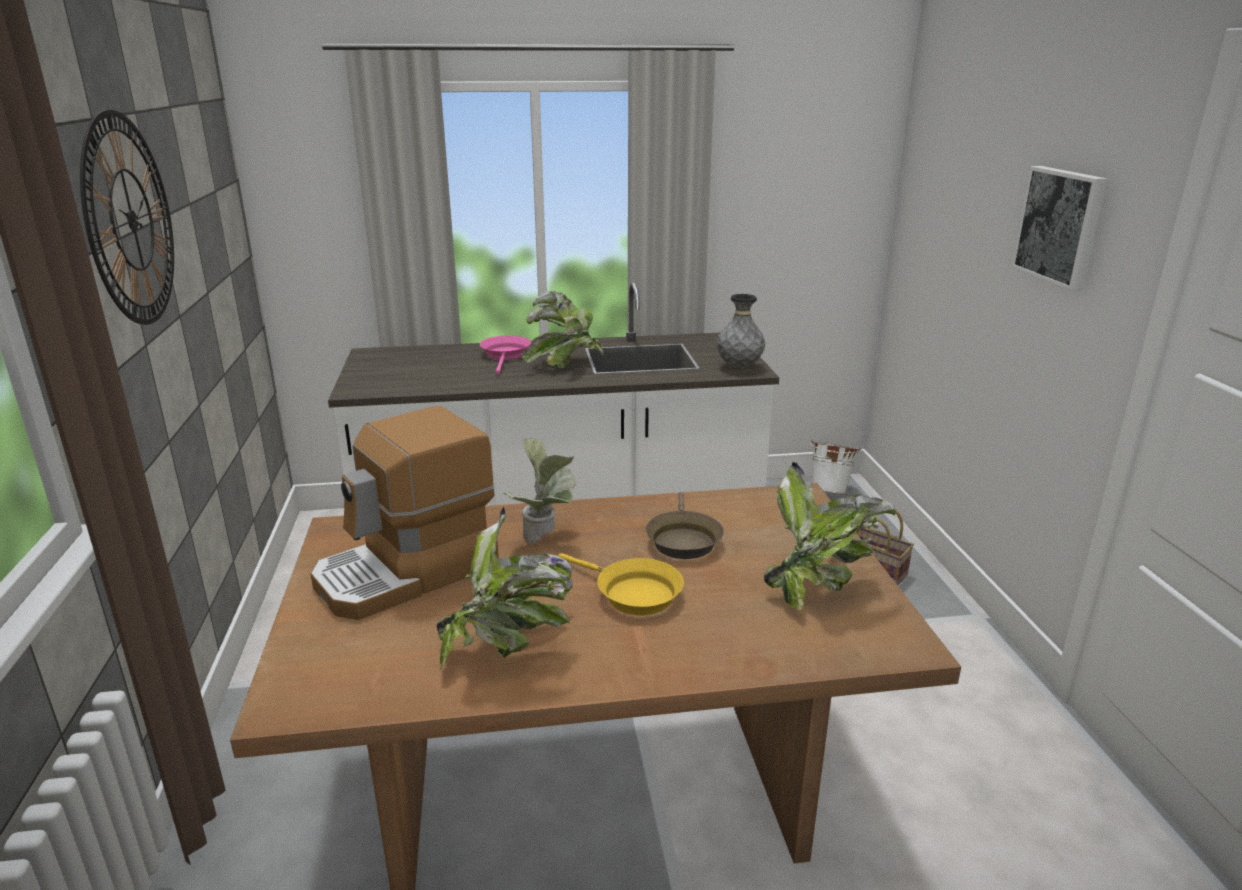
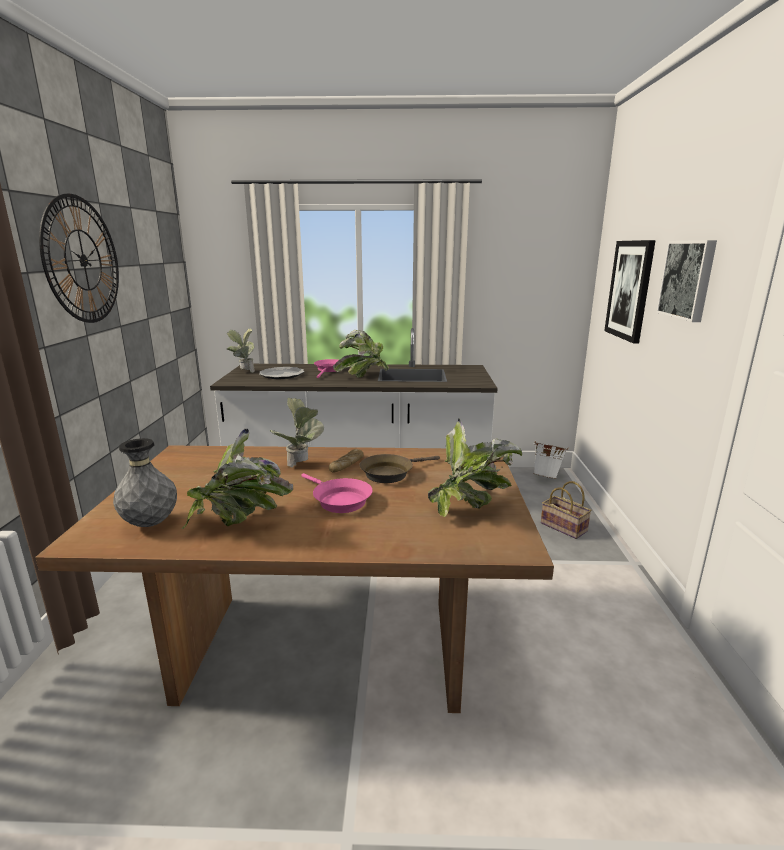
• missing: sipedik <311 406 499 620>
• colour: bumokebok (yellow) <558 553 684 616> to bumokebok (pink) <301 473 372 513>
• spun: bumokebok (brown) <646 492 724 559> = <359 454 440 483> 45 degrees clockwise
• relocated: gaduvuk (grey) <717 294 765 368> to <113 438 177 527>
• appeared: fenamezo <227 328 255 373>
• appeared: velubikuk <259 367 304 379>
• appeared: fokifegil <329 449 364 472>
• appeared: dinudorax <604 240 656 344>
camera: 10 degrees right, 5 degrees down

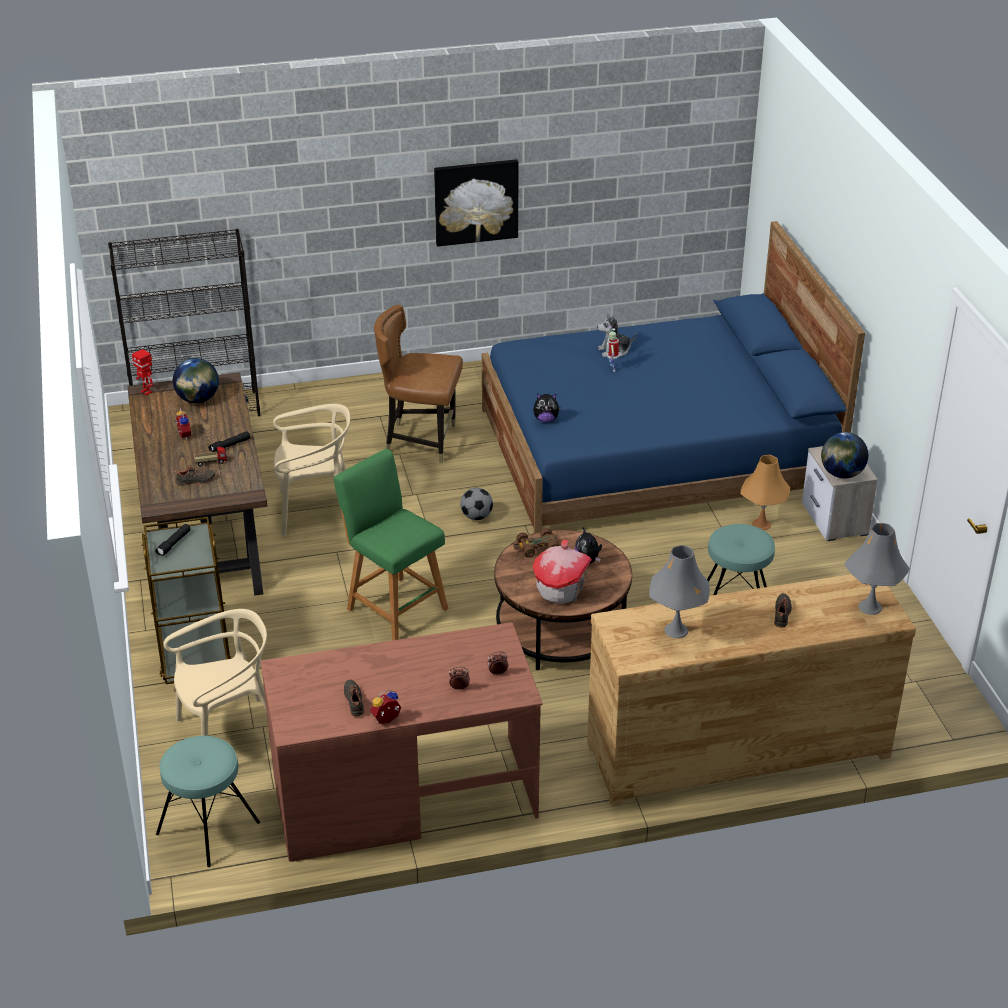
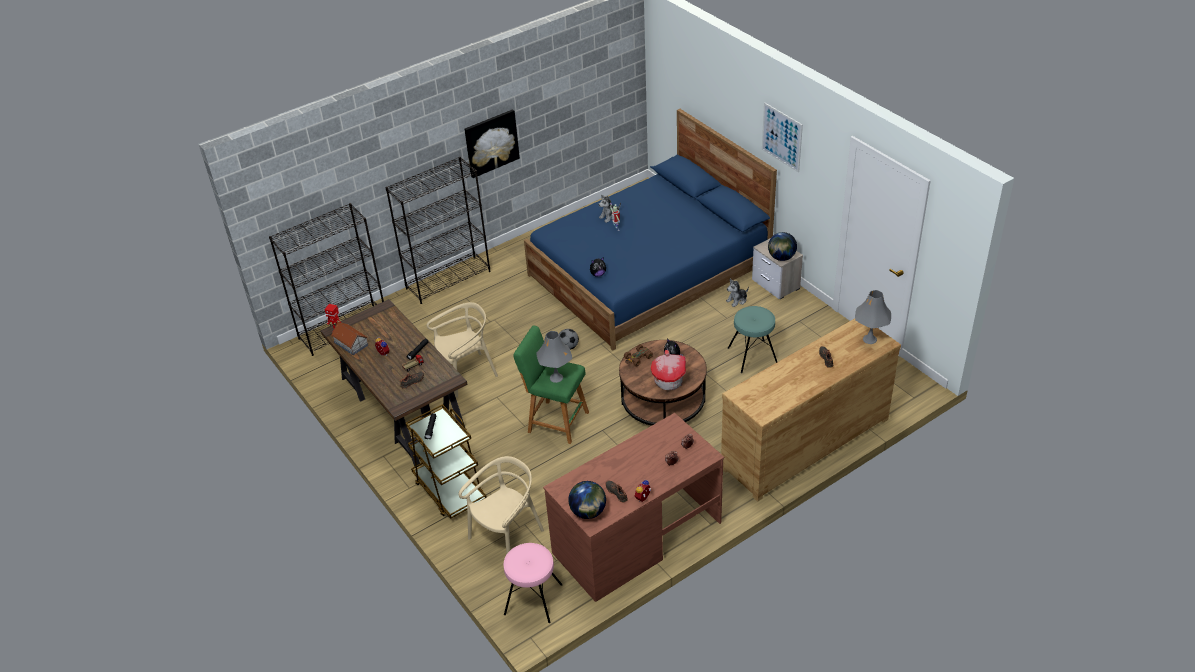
• colour: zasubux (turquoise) <156 736 260 867> to zasubux (pink) <504 543 563 623>
• relocated: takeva <173 358 219 403> to <568 481 606 519>
• missing: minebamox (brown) <374 305 463 463>
• relocated: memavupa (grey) <649 545 710 638> to <536 331 572 383>
• exchanged: memavupa (orange) <740 455 790 530> to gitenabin <726 279 749 307>
• appeared: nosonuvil <331 322 368 355>
• appeared: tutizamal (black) <385 157 490 304>
• appeared: dinudorax <762 103 803 172>
camera: 20 degrees left, 5 degrees up

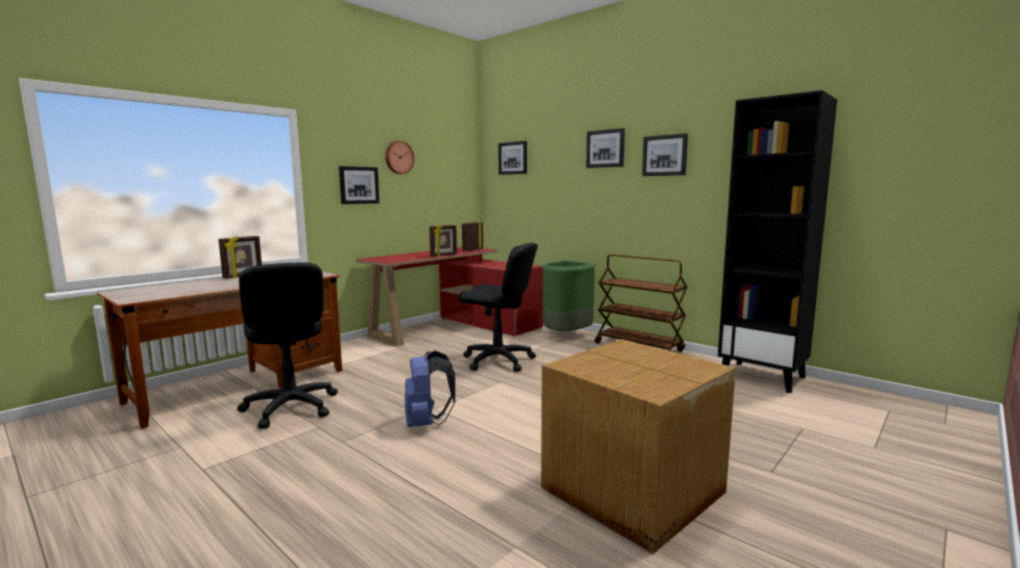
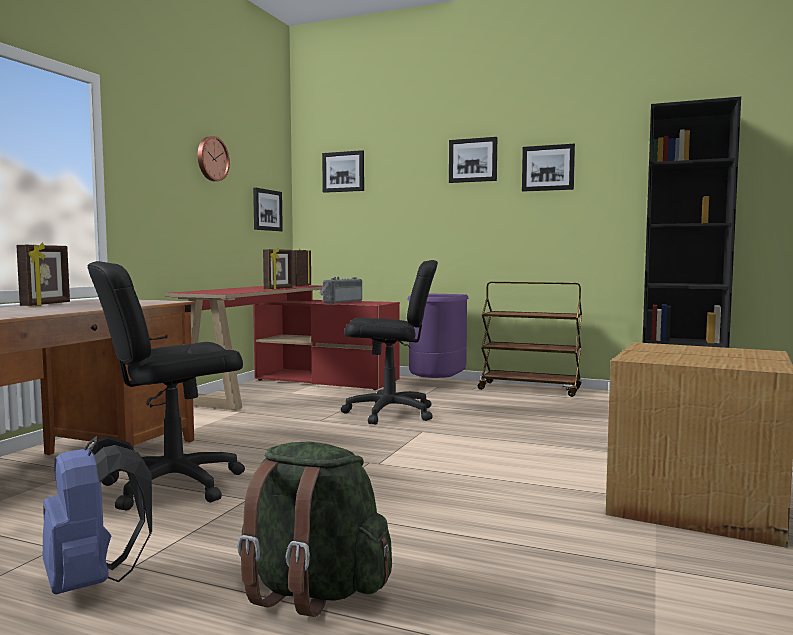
• spun: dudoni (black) <237 262 338 429> = <87 261 245 510> 105 degrees clockwise
• relocated: dinudorax <339 166 379 204> to <253 188 283 231>
• relocated: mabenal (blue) <405 351 455 427> to <42 436 152 594>
• colour: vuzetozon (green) <542 260 596 331> to vuzetozon (purple) <407 293 469 378>
• appeared: mabenal (green) <237 442 392 617>
• appeared: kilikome <319 277 362 304>
camera: 20 degrees left, 5 degrees down

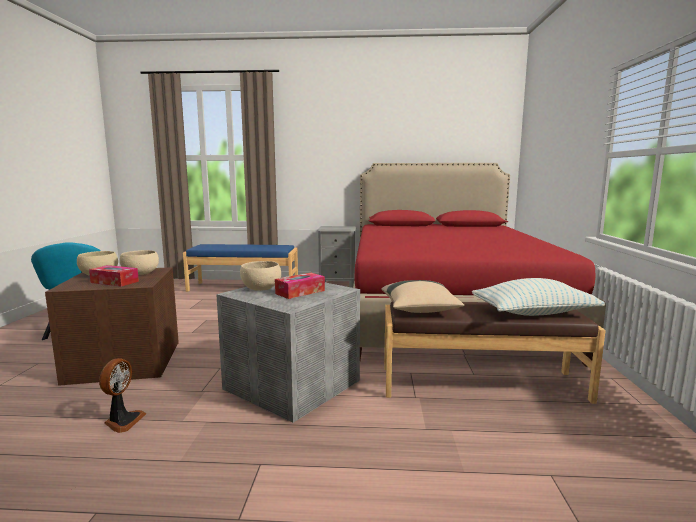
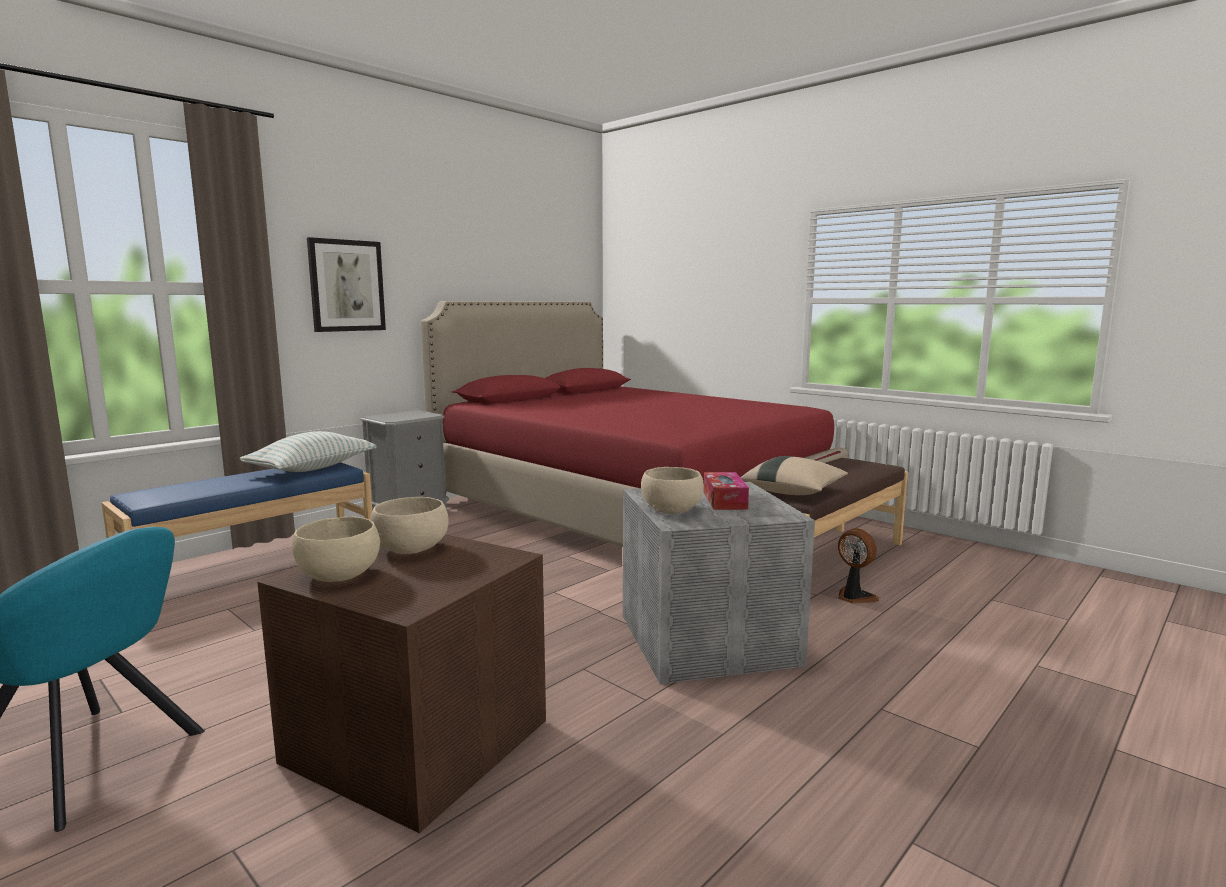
• missing: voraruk <89 265 139 287>
• relocated: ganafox <99 358 146 433> to <838 528 879 603>
• relocated: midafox <472 278 605 316> to <240 431 377 472>
• appeared: dinudorax <307 237 386 332>
camera: 50 degrees left, 0 degrees up

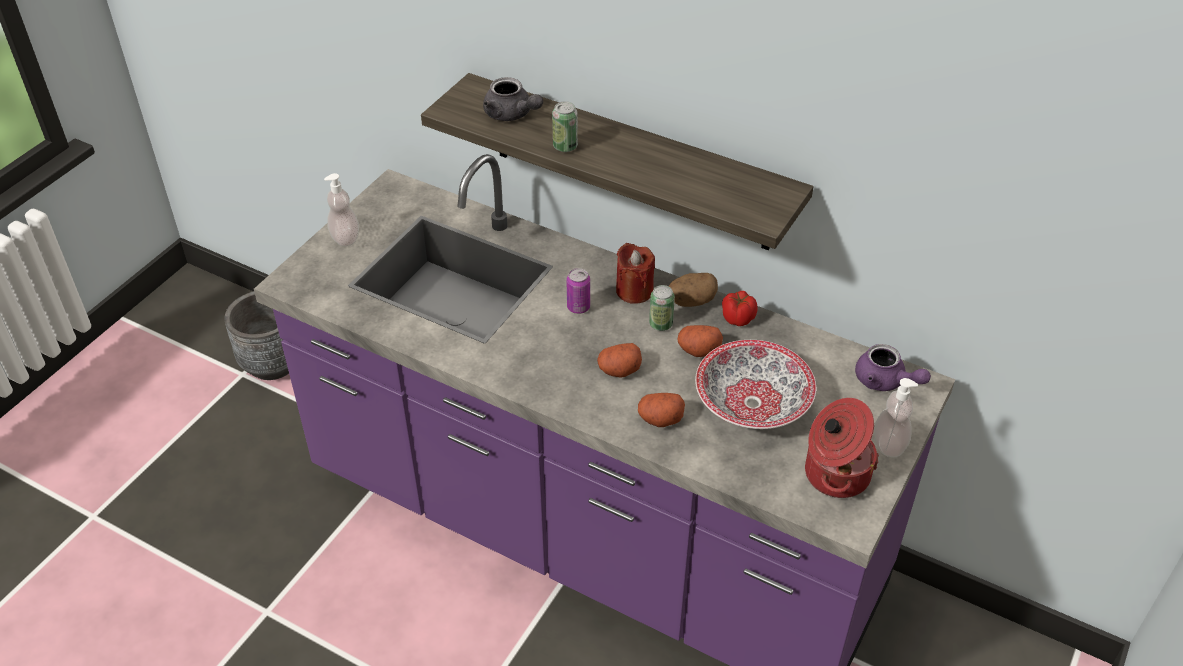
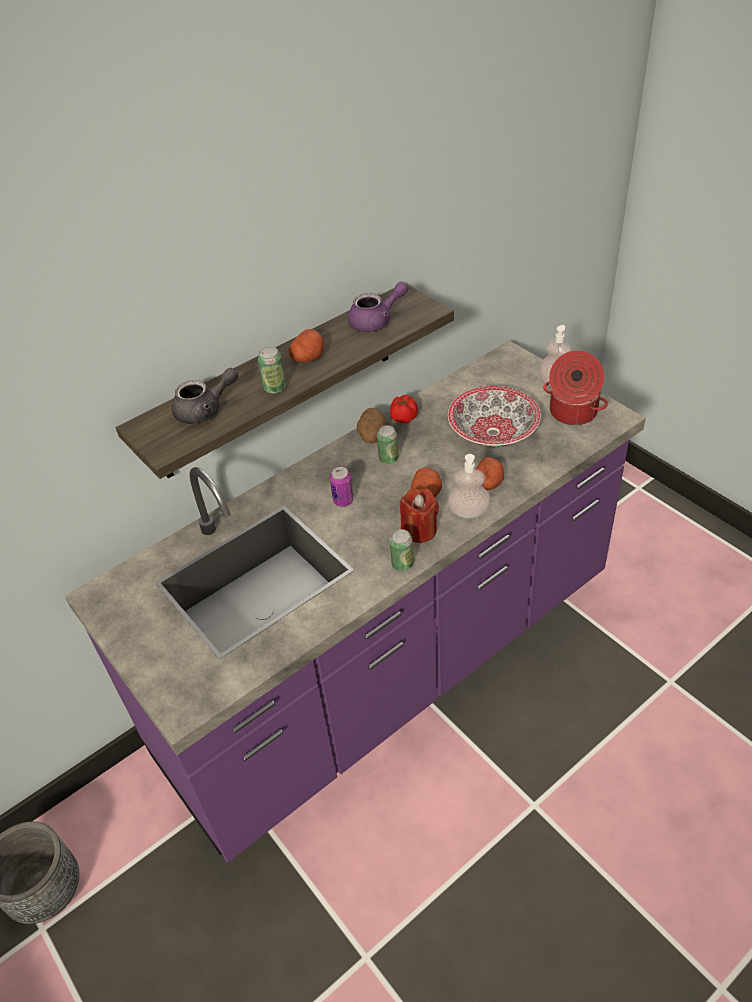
• relocated: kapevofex <324 173 359 247> to <447 454 491 519>
• relocated: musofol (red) <616 243 655 304> to <400 489 439 543>
• relocated: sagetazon <677 325 723 357> to <288 329 324 363>
• relocated: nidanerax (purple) <855 344 931 391> to <348 282 408 332>
• appeared: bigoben <390 529 414 571>
camera: 65 degrees left, 0 degrees up

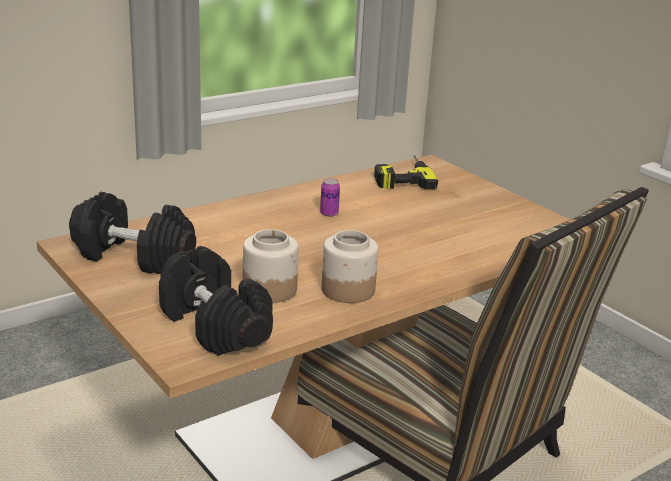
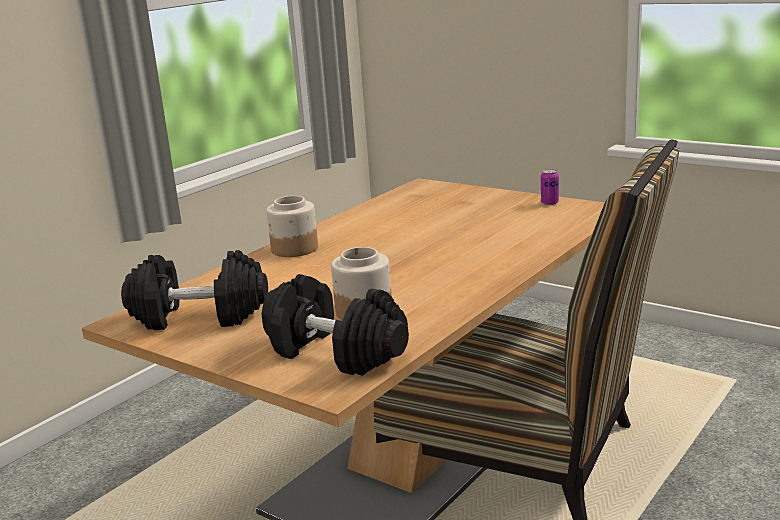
• relocated: bigoben <320 179 340 217> to <541 169 559 205>
• relocated: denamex <322 230 378 303> to <266 196 318 257>
• missing: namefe <374 155 438 189>
camera: 15 degrees left, 5 degrees down

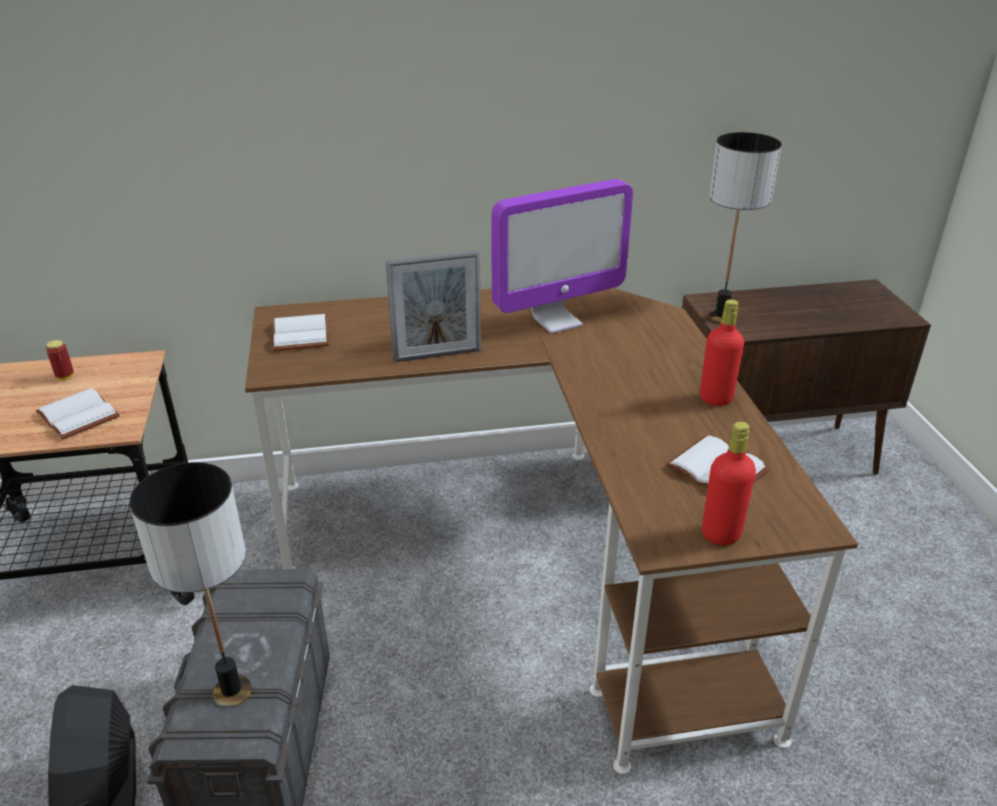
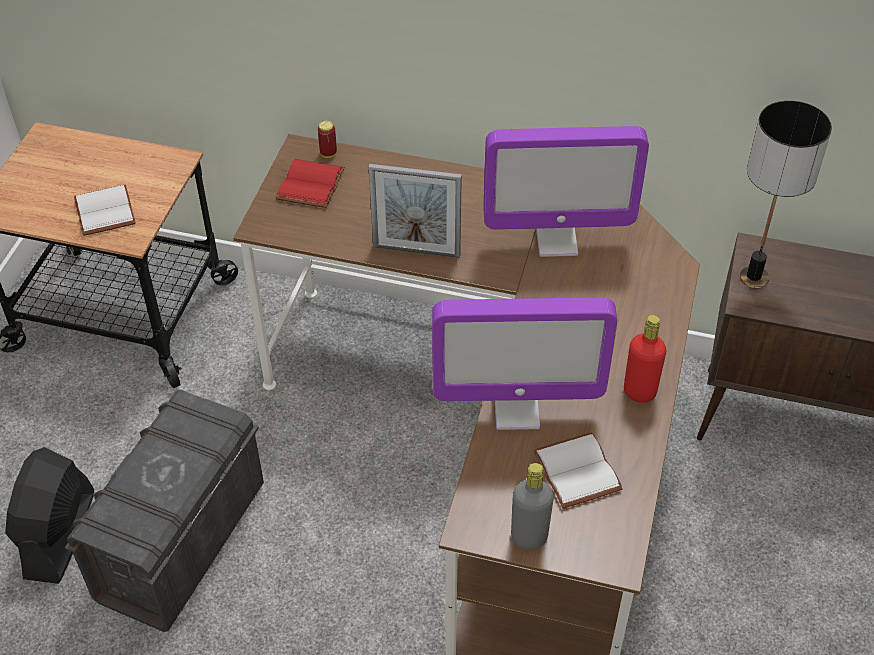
• relocated: bigoben <46 340 74 380> to <318 121 337 158>
• missing: memavupa <129 462 252 707>
• colour: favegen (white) <272 314 329 351> to favegen (red) <276 159 345 208>
• colour: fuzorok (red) <702 421 756 545> to fuzorok (grey) <511 463 554 550>
• appeared: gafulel <432 298 617 430>
camera: 25 degrees right, 15 degrees up

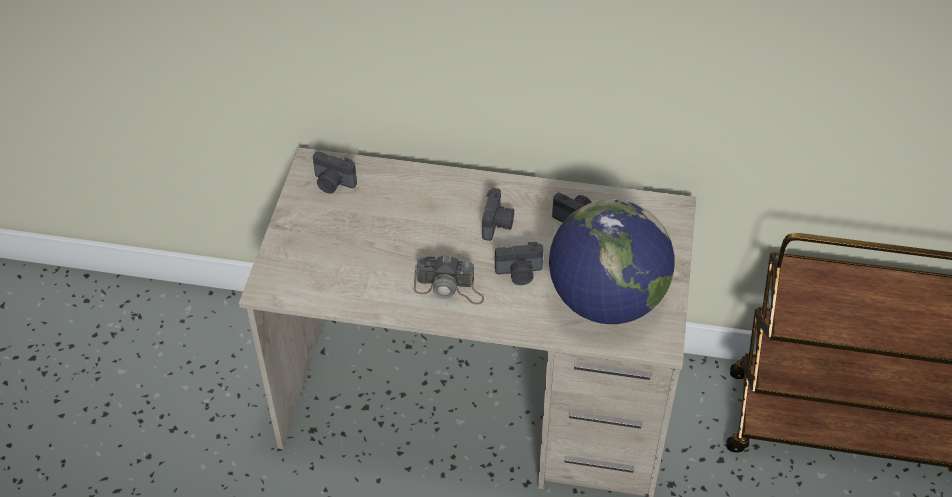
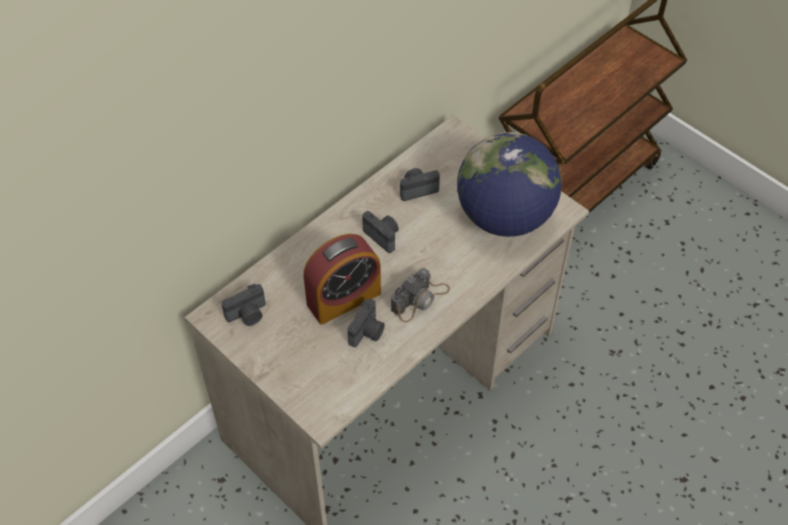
• relocated: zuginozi <495 242 543 285> to <348 298 385 347>
• appeared: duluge <303 234 381 325>
camera: 55 degrees left, 5 degrees up

